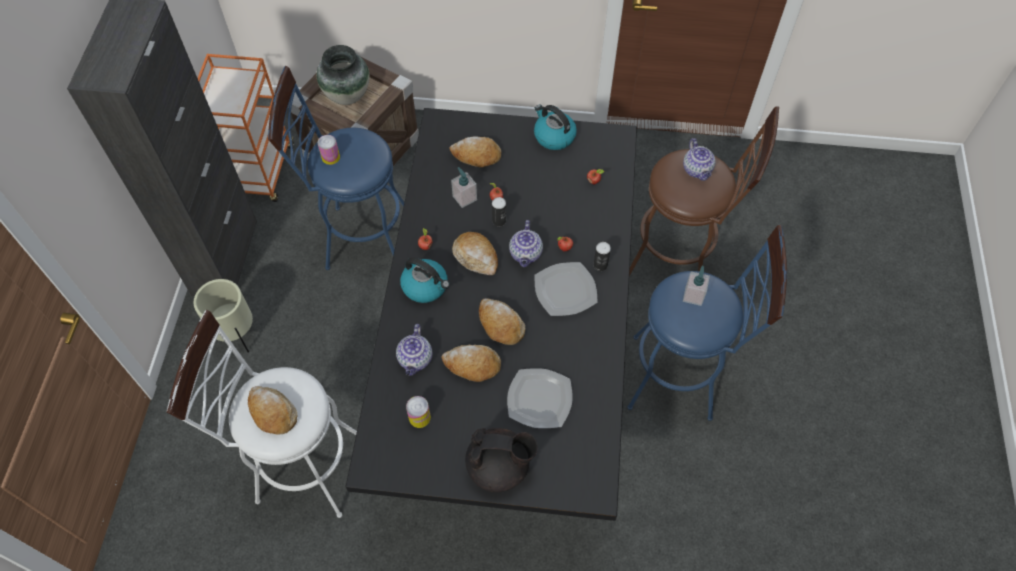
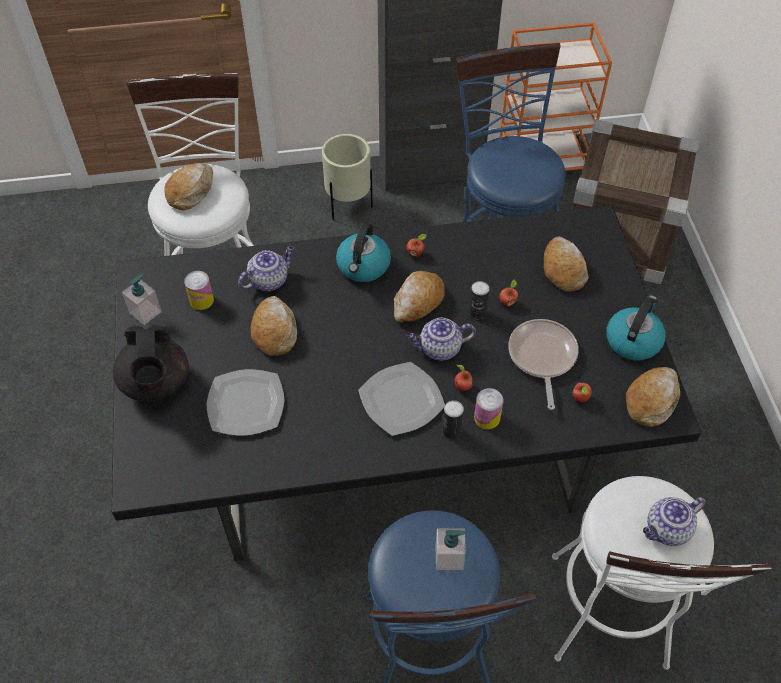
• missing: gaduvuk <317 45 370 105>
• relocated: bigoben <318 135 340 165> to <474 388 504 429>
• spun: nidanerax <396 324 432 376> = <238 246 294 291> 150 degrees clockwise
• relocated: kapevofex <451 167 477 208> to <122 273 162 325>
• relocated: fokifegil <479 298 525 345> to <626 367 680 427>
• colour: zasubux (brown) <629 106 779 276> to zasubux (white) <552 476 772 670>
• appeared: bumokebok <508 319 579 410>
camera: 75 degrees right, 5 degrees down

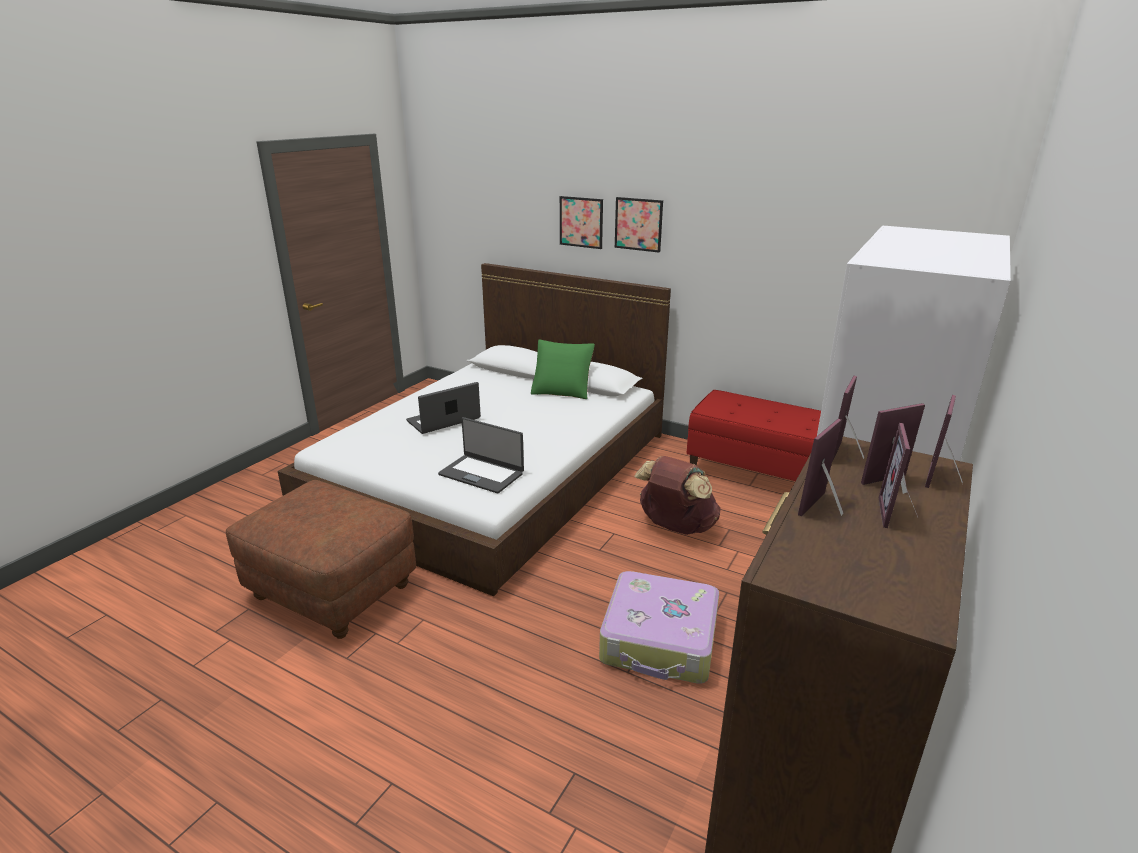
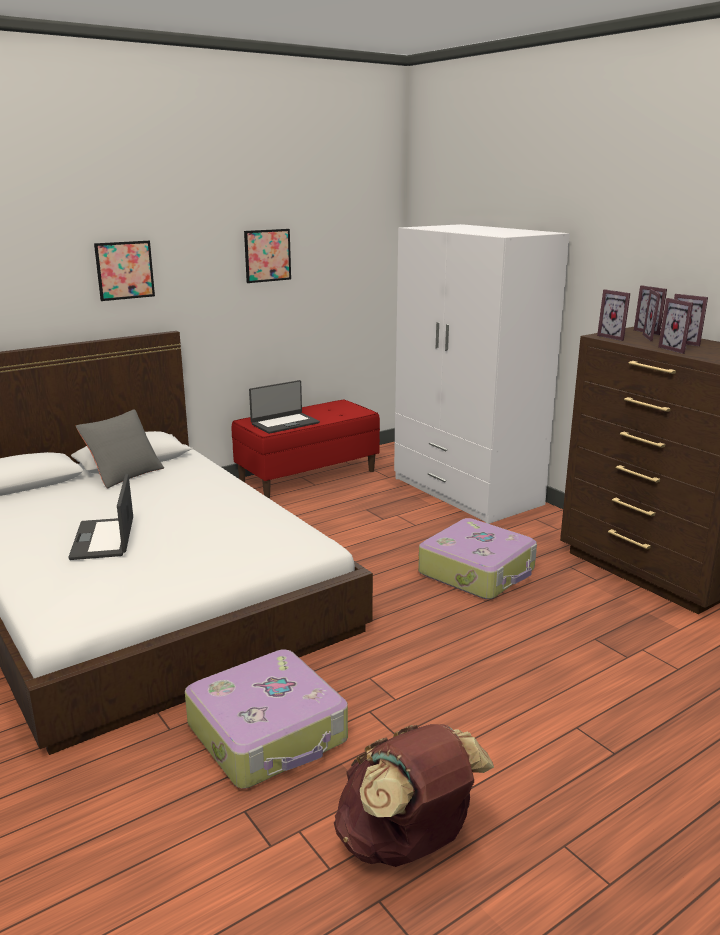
• exchanged: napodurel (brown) <226 480 416 639> to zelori <185 650 348 789>
• relocated: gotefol <438 417 524 494> to <249 380 320 434>
• colour: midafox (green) <531 340 595 399> to midafox (grey) <76 409 164 488>
• relocated: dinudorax <560 196 603 249> to <244 229 291 283>
• relocated: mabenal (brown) <634 456 721 535> to <334 724 494 867>
camera: 65 degrees left, 5 degrees down

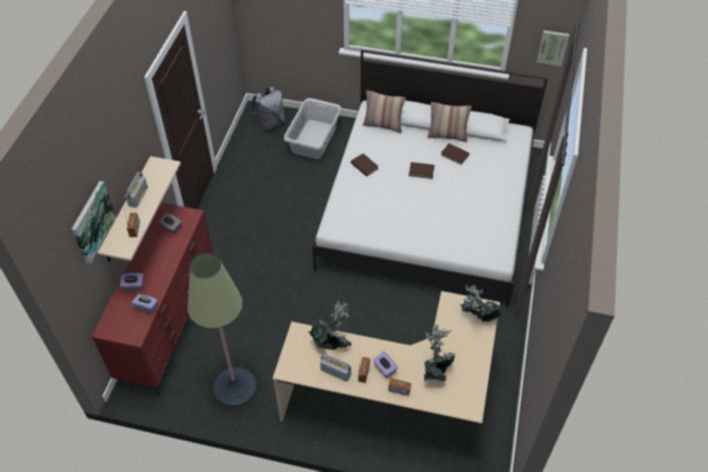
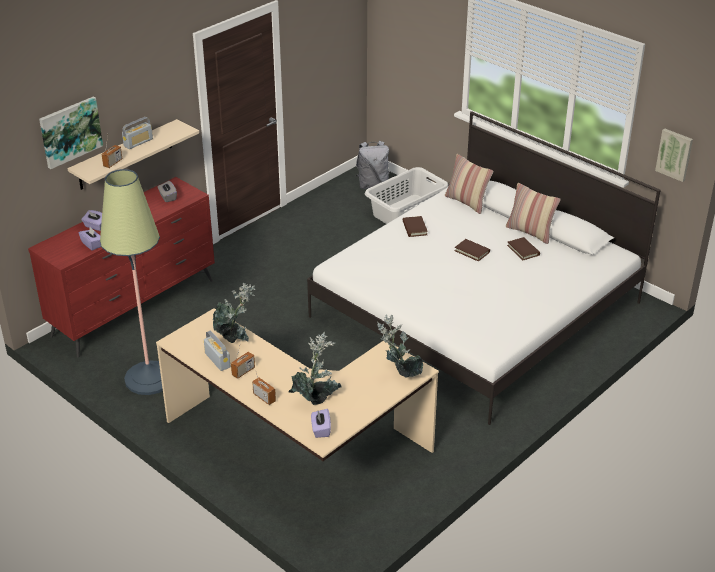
• relocated: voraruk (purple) <373 351 398 378> to <311 409 331 438>
camera: 30 degrees right, 15 degrees down

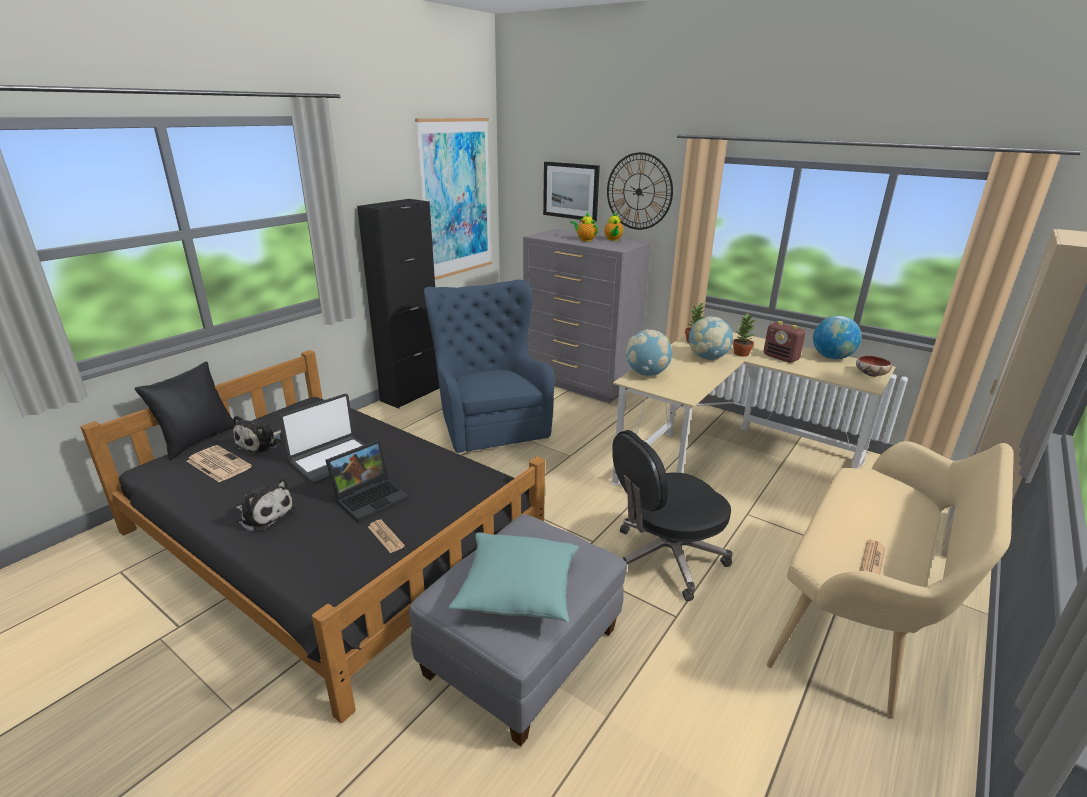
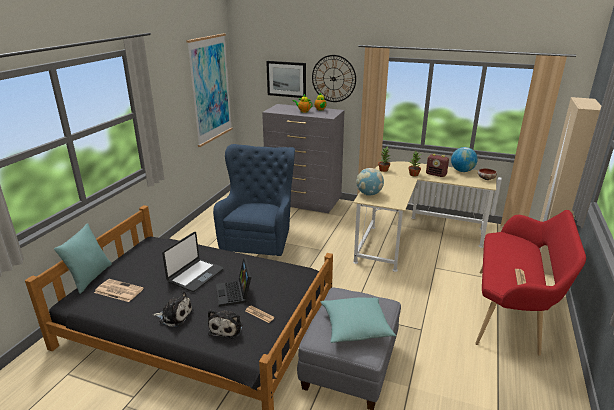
• colour: midafox (black) <134 361 234 460> to midafox (turquoise) <54 223 112 294>
• relocated: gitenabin <233 415 282 455> to <208 310 243 339>
• spun: gotefol <326 440 410 523> = <216 258 251 307> 135 degrees clockwise
• missing: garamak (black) <357 199 440 409>
• spun: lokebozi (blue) <424 280 555 453> = <213 144 295 256> 45 degrees clockwise
• missing: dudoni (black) <612 430 733 601>
• missing: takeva <689 316 733 360>
• colour: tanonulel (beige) <766 441 1014 718> to tanonulel (red) <475 210 586 356>
camera: 15 degrees left, 0 degrees up

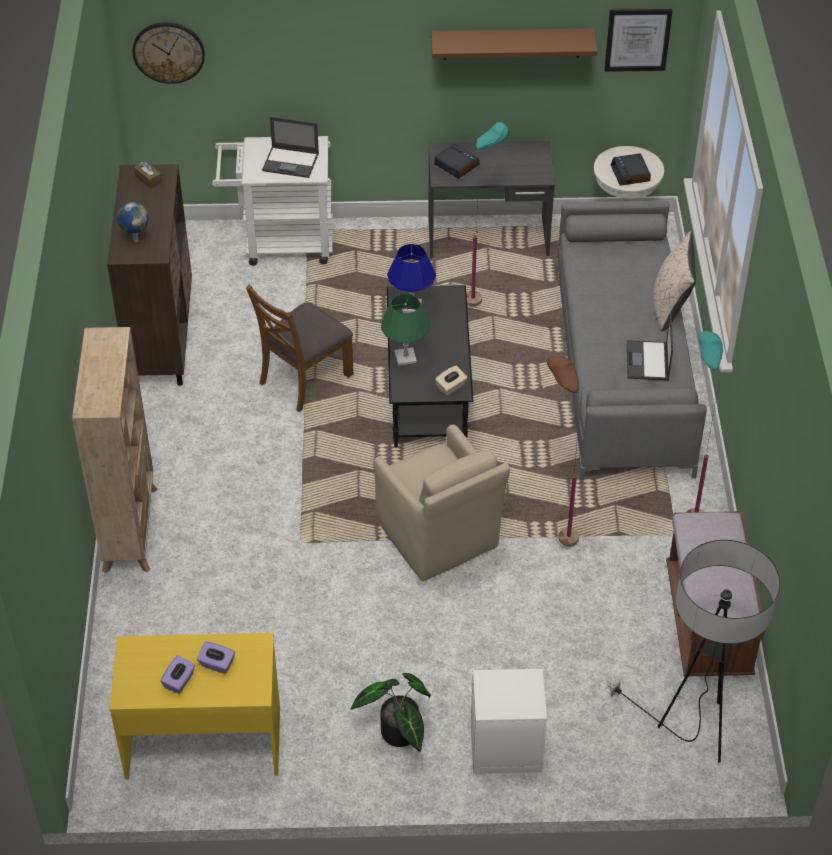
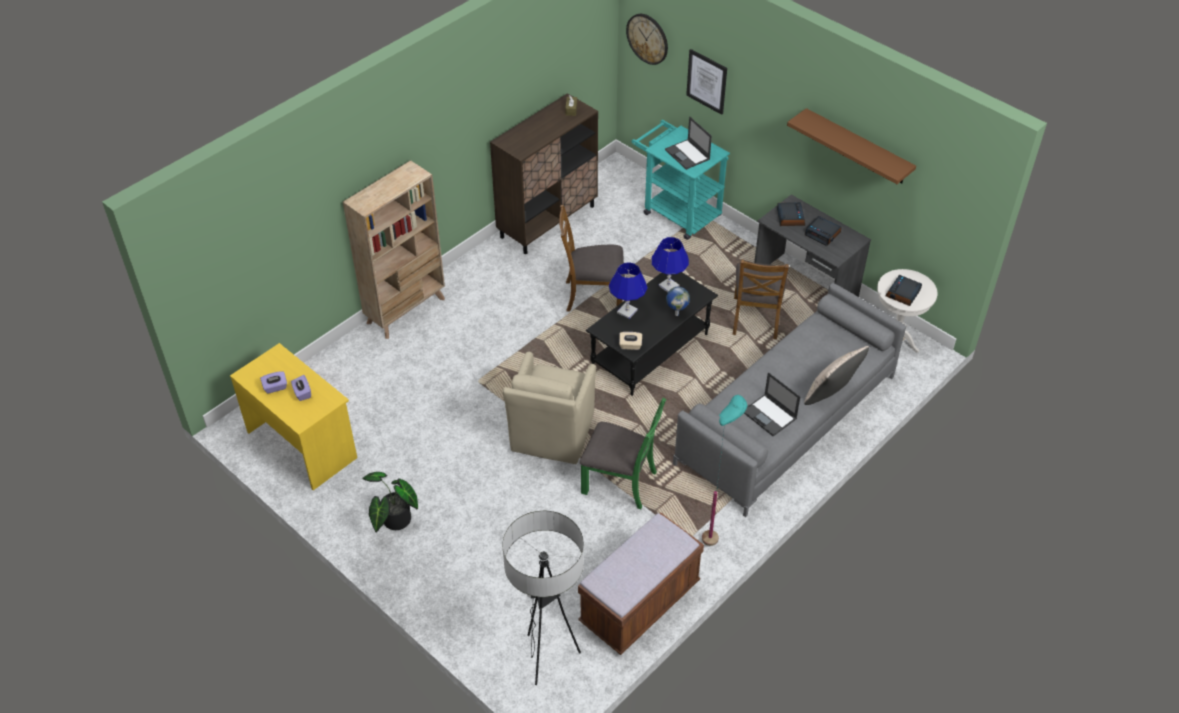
• relocated: takeva <117 202 149 242> to <666 287 690 316>
• colour: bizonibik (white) <212 136 333 266> to bizonibik (turquoise) <632 120 730 240>
• colour: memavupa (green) <381 294 430 366> to memavupa (blue) <609 262 647 319>
• exchanged: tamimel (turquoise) <466 122 509 306> to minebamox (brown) <733 260 789 339>
• missing: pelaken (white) <471 669 547 774>
• exchanged: tamimel (brown) <547 356 582 546> to minebamox (green) <580 398 666 509>
• relocated: dinudorax <604 9 672 72> to <686 49 727 115>
• spun: gotefol <627 313 673 380> = <744 372 800 436> 90 degrees counterclockwise
• appeared: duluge <805 216 842 246>
camera: 45 degrees right, 0 degrees up

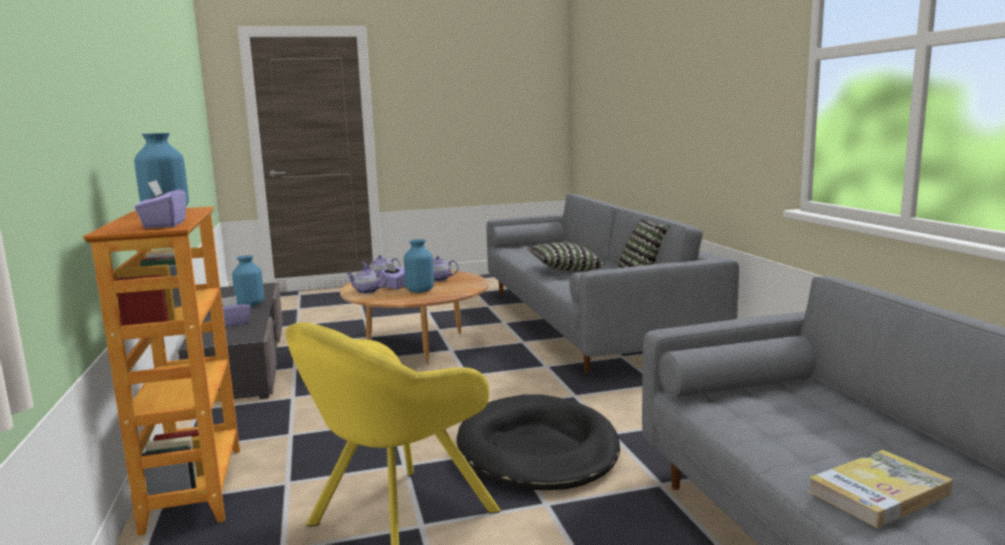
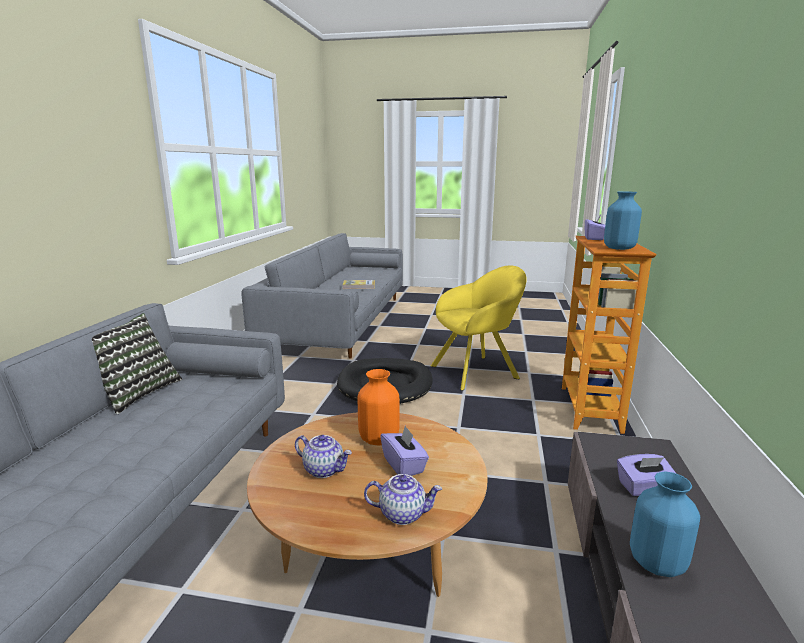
• missing: nidanerax <346 267 387 294>
• colour: gaduvuk (blue) <404 239 434 293> to gaduvuk (orange) <358 369 400 446>
• missing: midafox <527 242 605 271>
camera: 155 degrees left, 5 degrees up

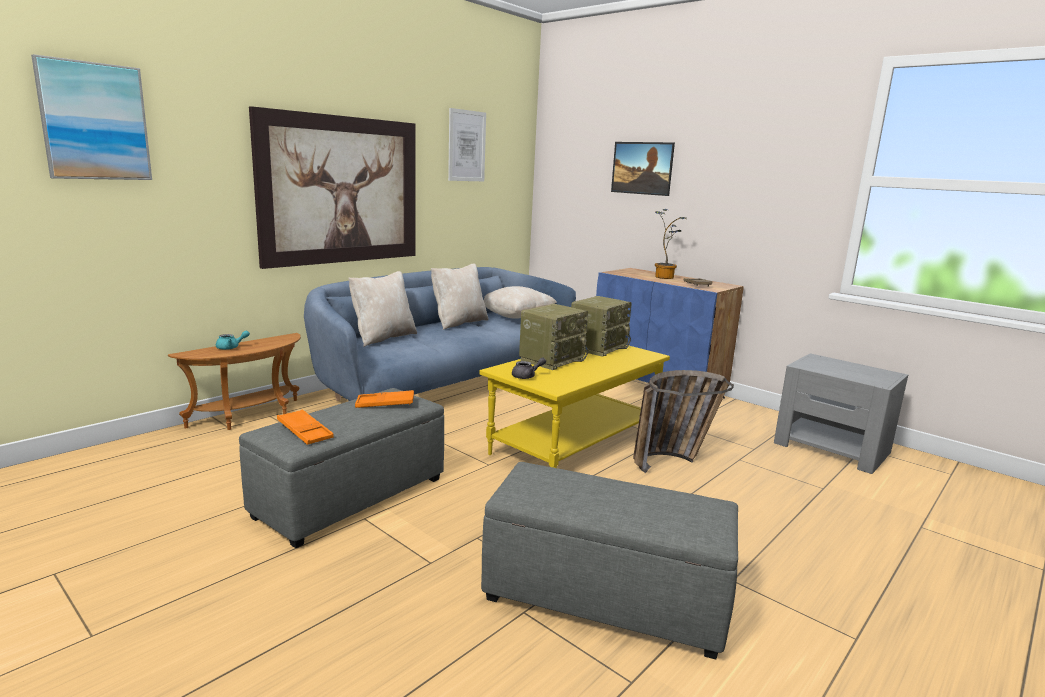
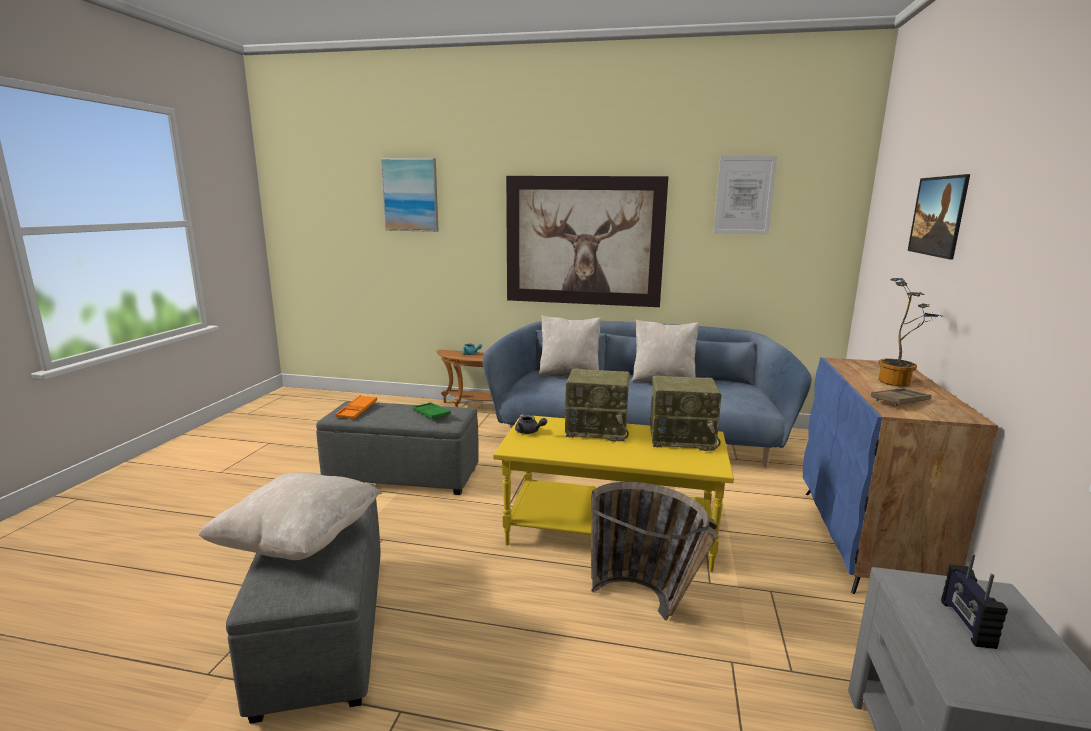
• colour: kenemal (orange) <355 390 414 408> to kenemal (green) <412 402 451 420>
• relocated: midafox (beige) <484 286 557 319> to <199 472 382 560>
• appeared: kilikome <941 554 1008 649>
camera: 60 degrees right, 0 degrees up

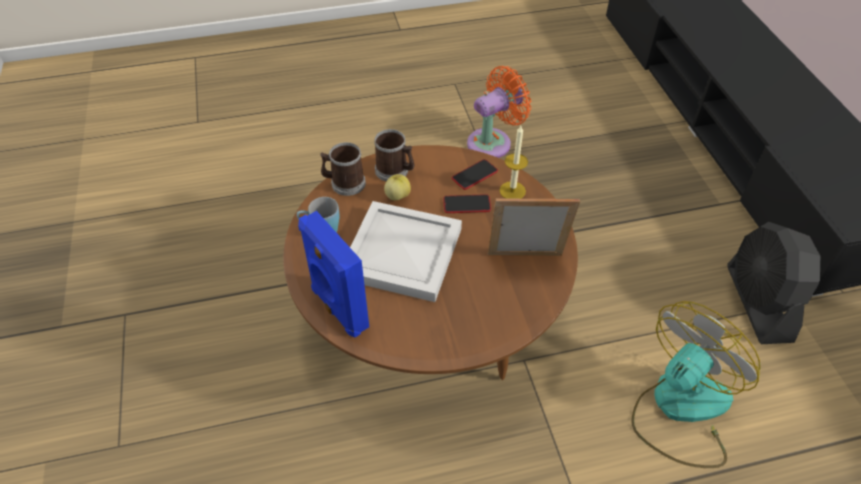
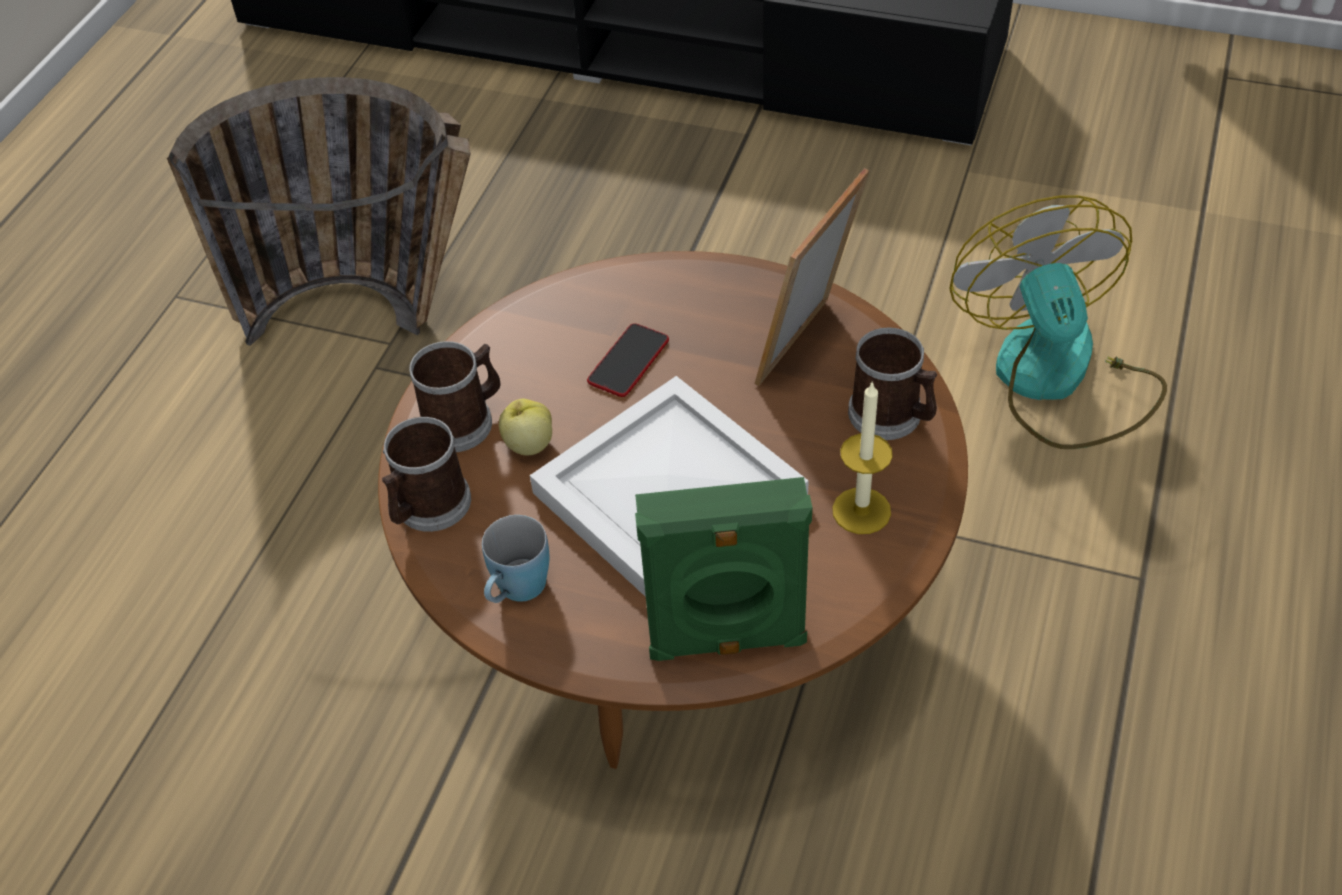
• colour: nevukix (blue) <298 211 369 338> to nevukix (green) <635 477 812 661>
• missing: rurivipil <452 159 498 190>
• exchanged: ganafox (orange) <467 66 531 158> to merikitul <167 77 471 346>
• relocated: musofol <499 126 528 199> to <832 382 893 534>
• missing: ganafox (black) <728 222 820 344>
• appeared: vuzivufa <848 328 937 440>
camera: 55 degrees left, 0 degrees up

